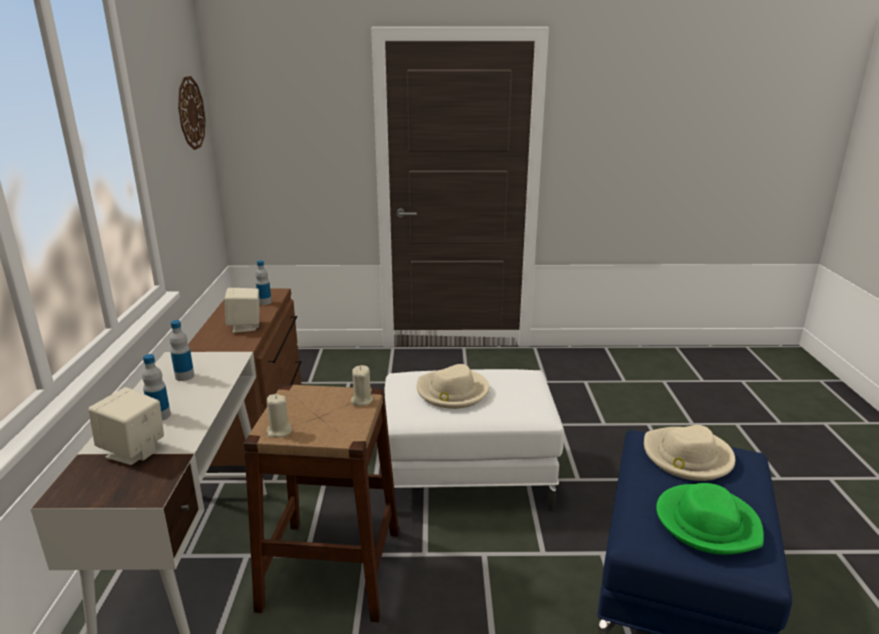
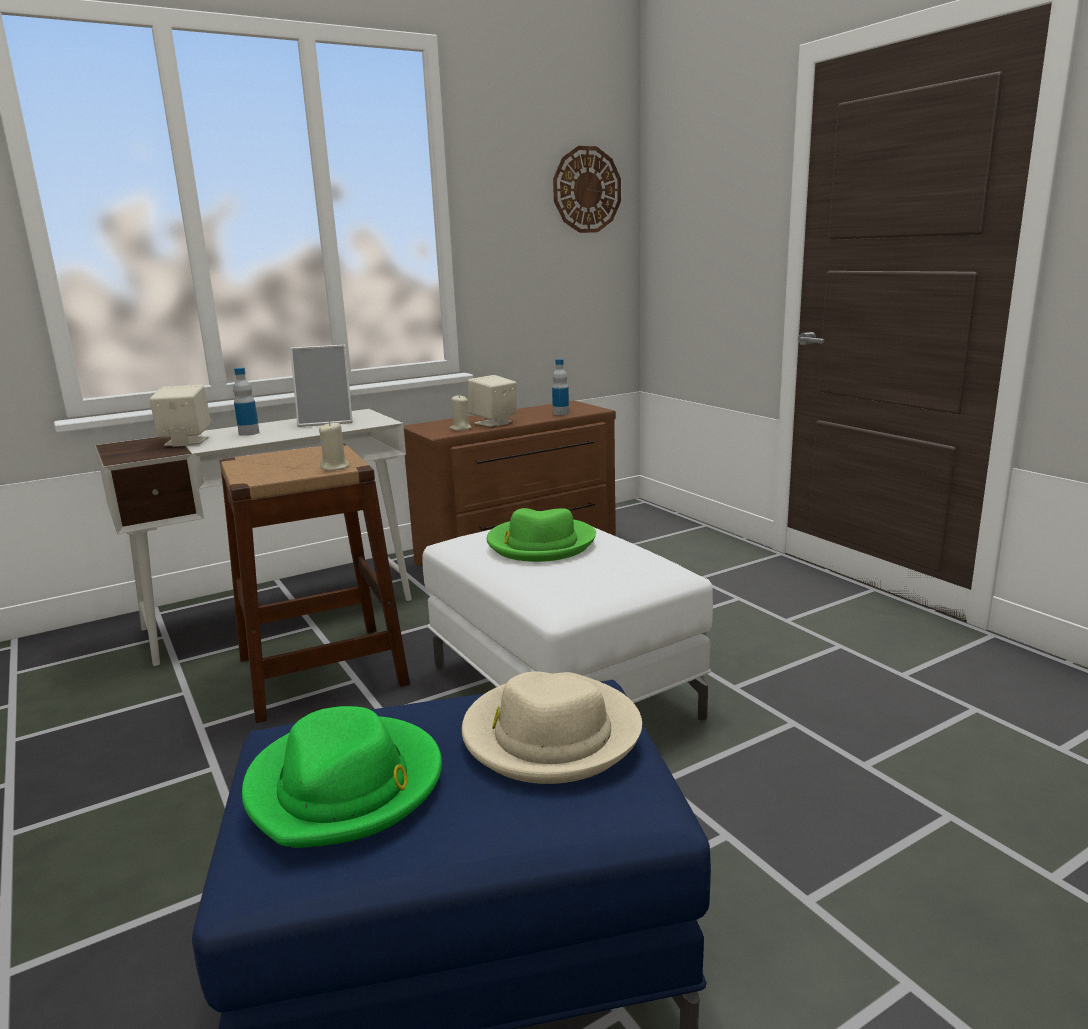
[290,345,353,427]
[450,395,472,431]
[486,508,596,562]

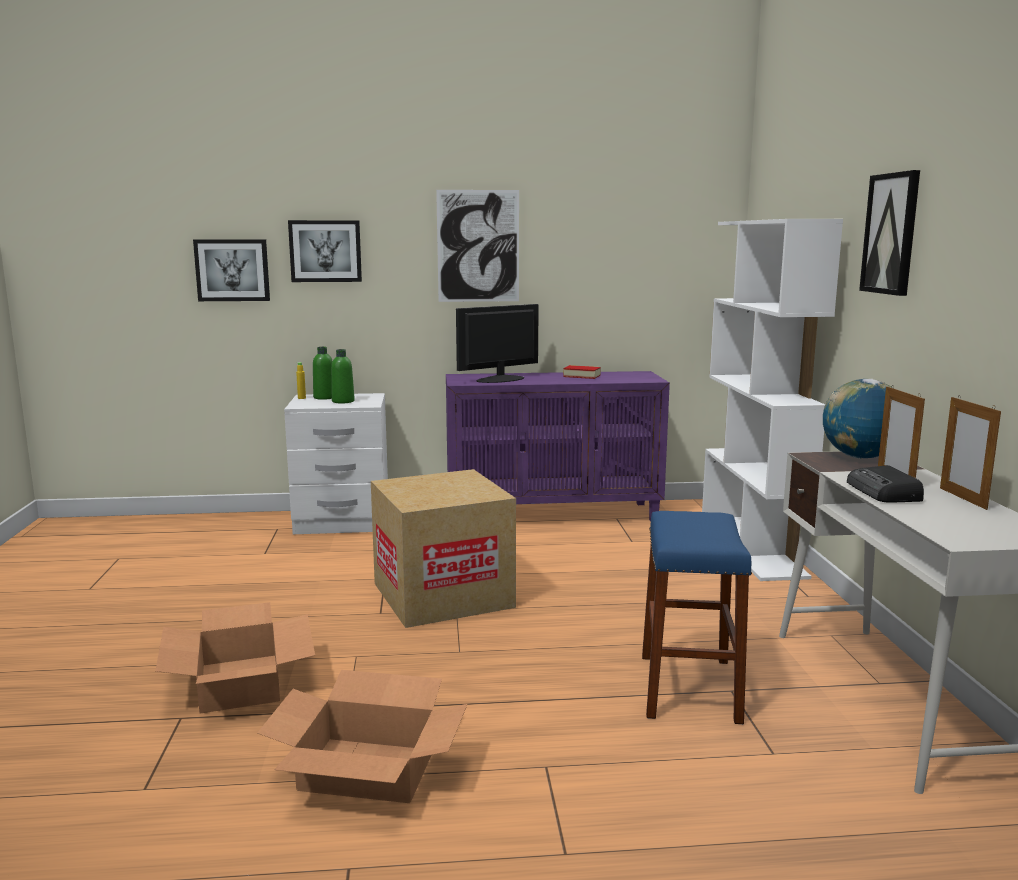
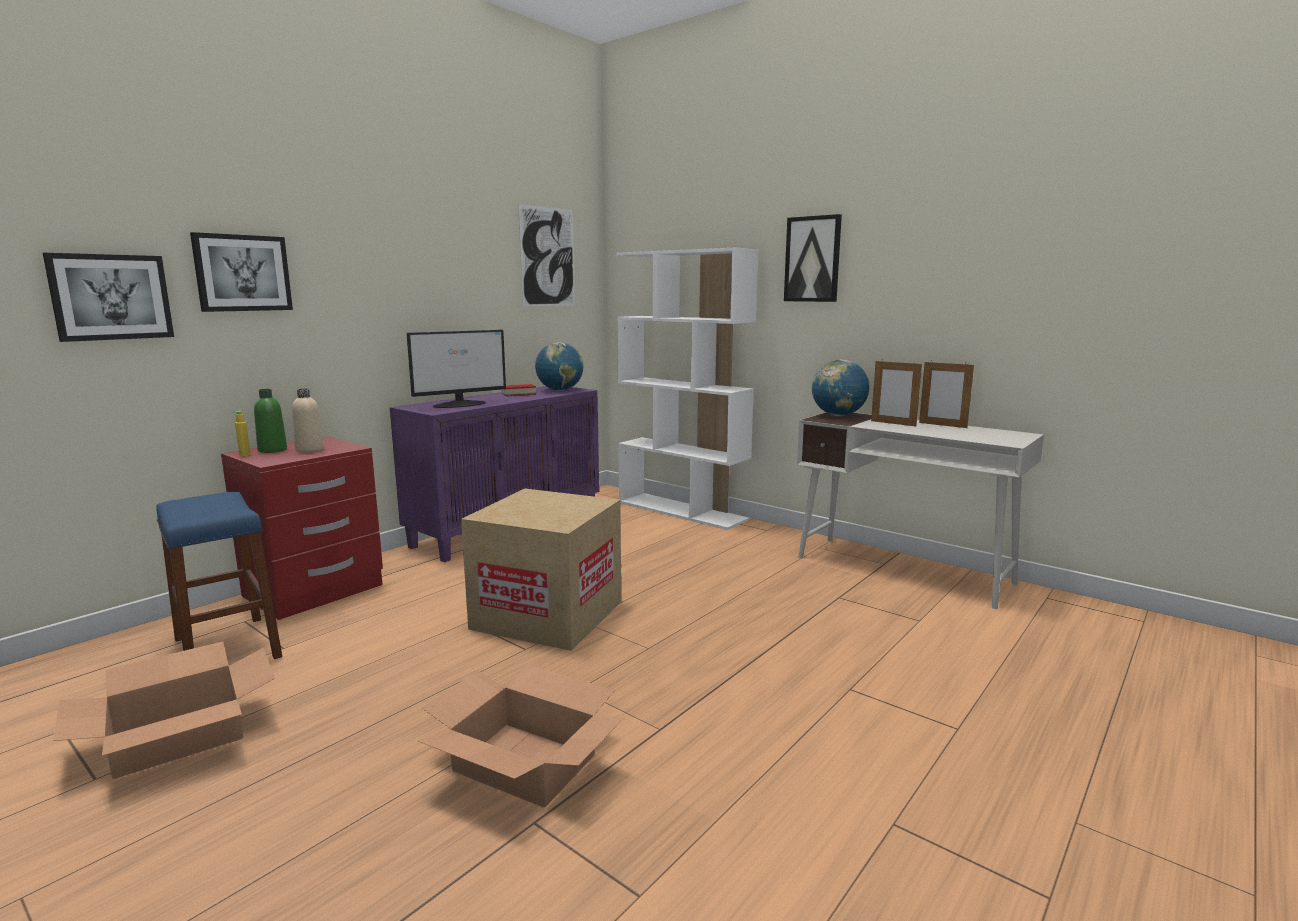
[53,641,275,779]
[221,437,383,620]
[292,389,324,453]
[518,204,575,307]
[407,330,506,408]
[156,492,282,659]
[847,465,924,503] (first image)
[535,342,584,391]

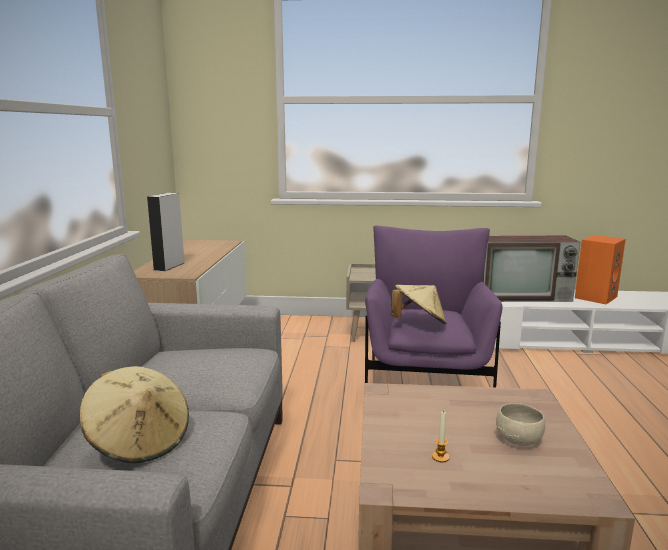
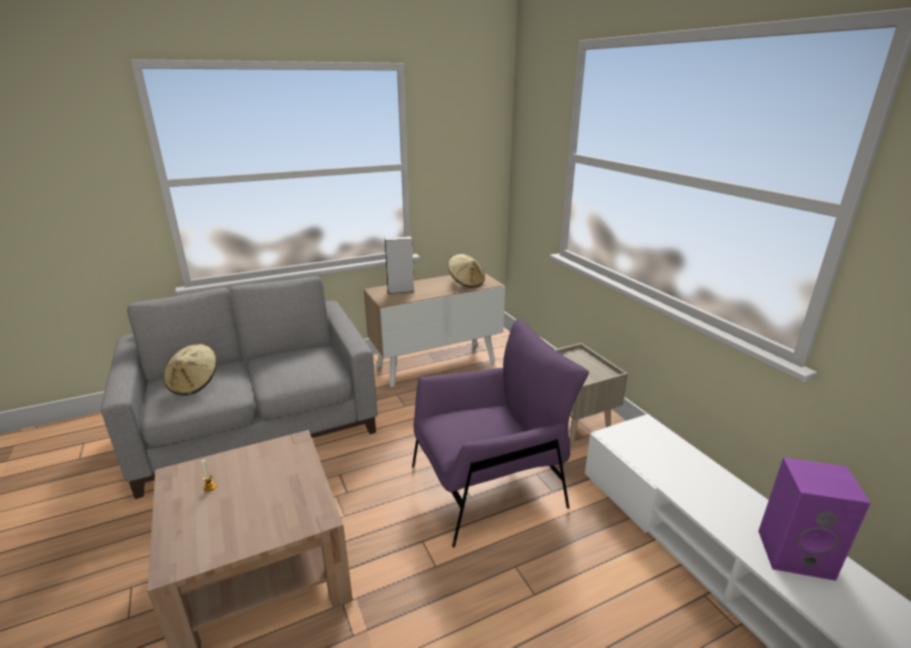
[448,254,485,288]
[483,236,580,302] (first image)
[496,403,545,446] (first image)
[759,458,871,581]

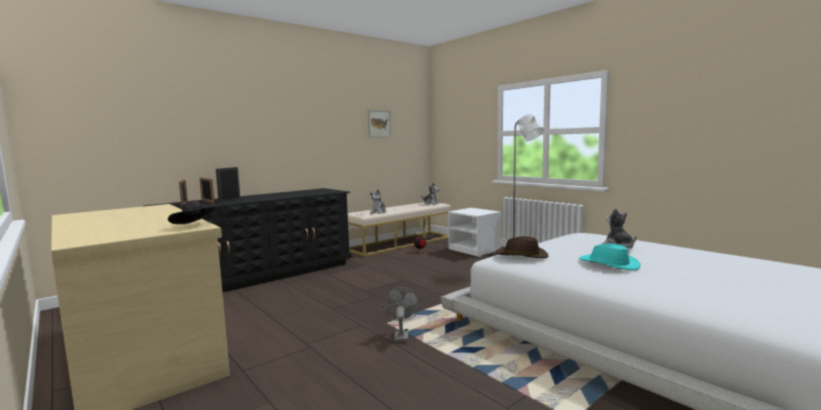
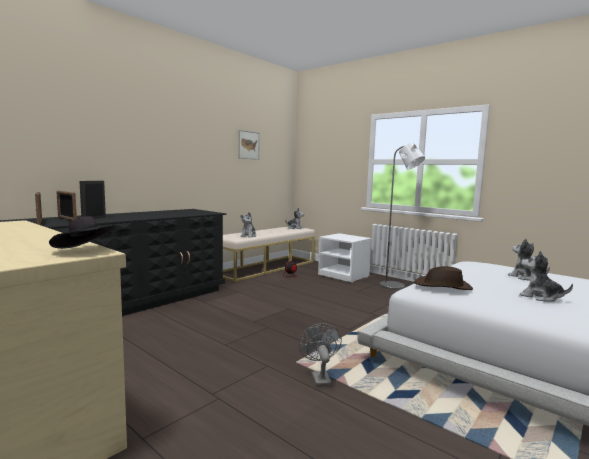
[520,251,573,302]

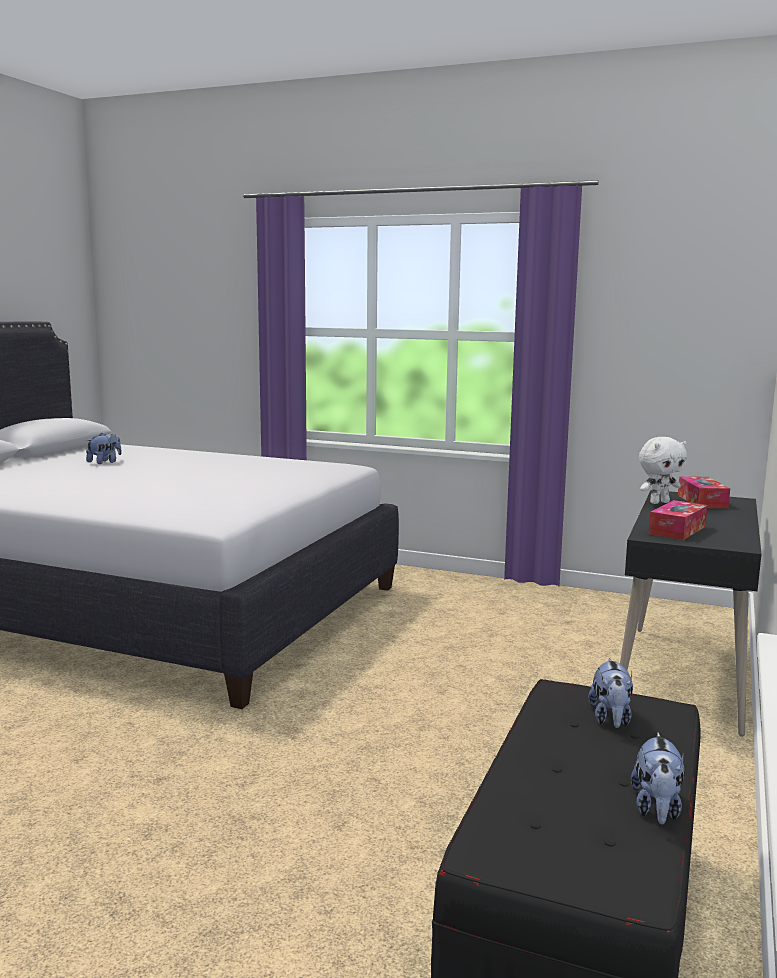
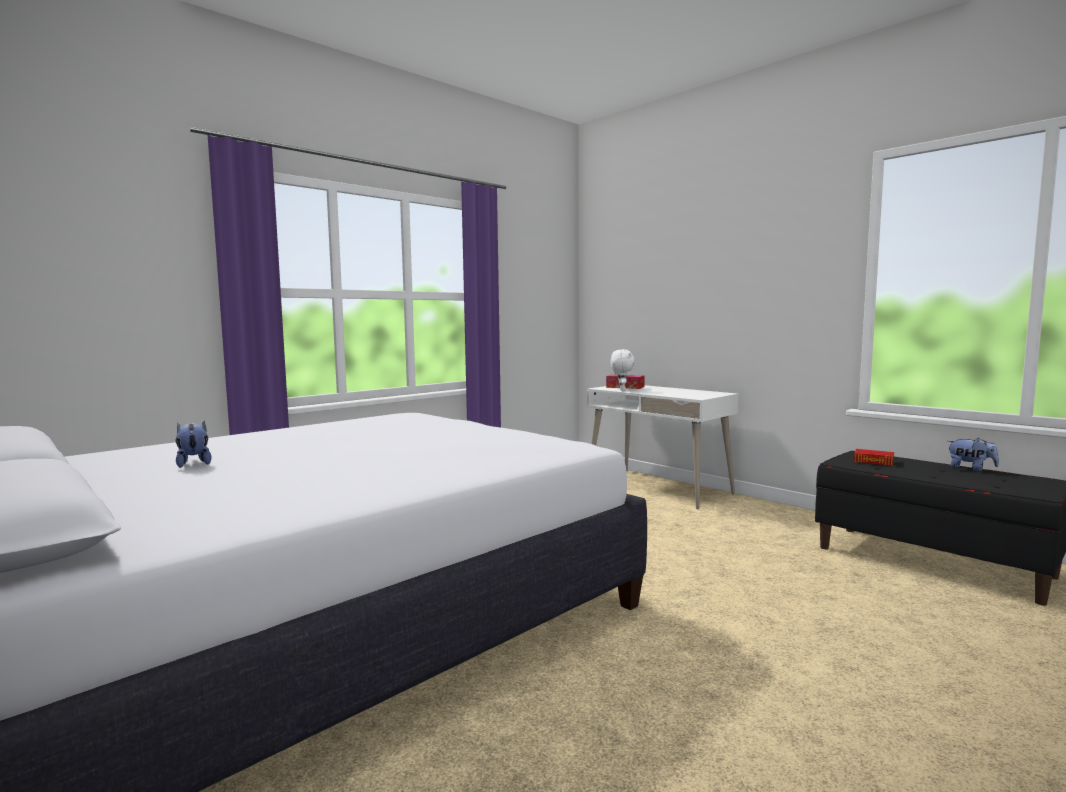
[854,449,894,466]
[587,385,738,509]
[649,500,708,540] (first image)

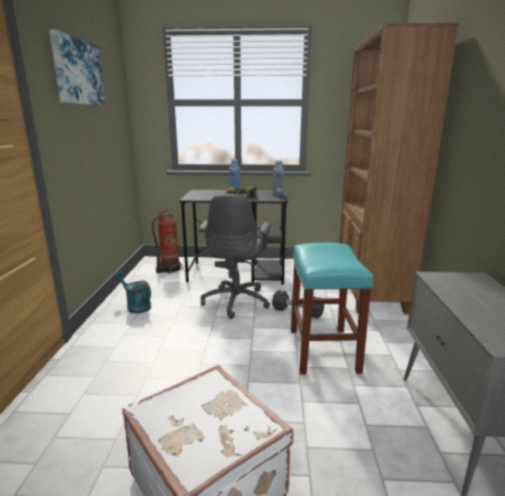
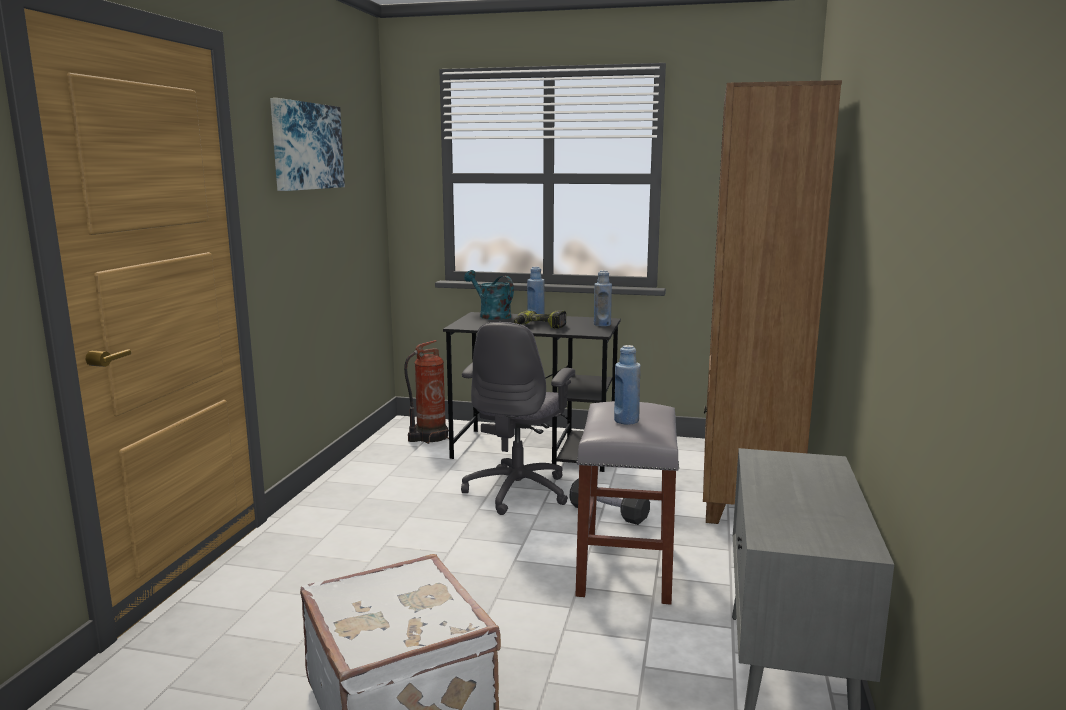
[464,270,514,320]
[576,401,679,605]
[614,345,641,425]

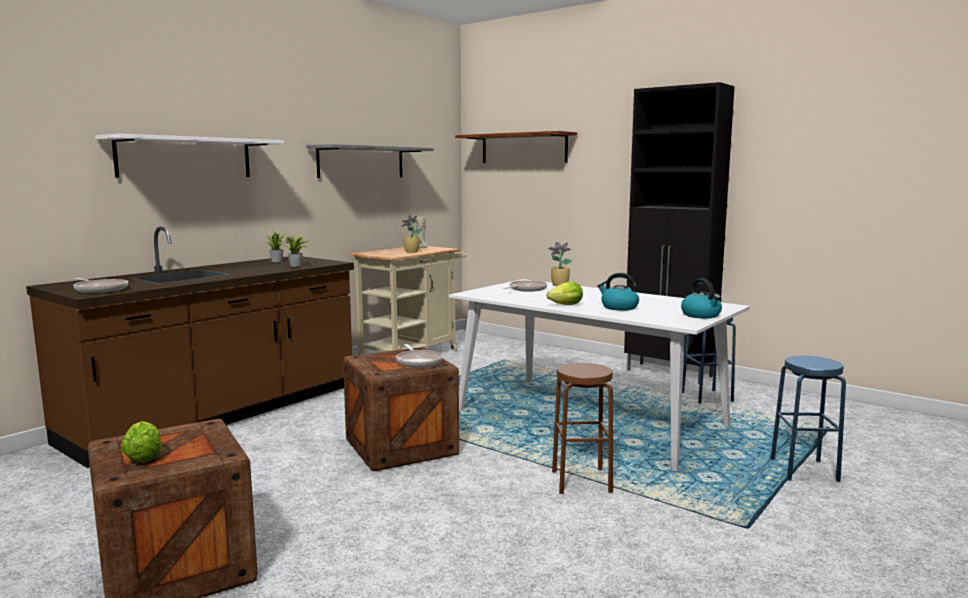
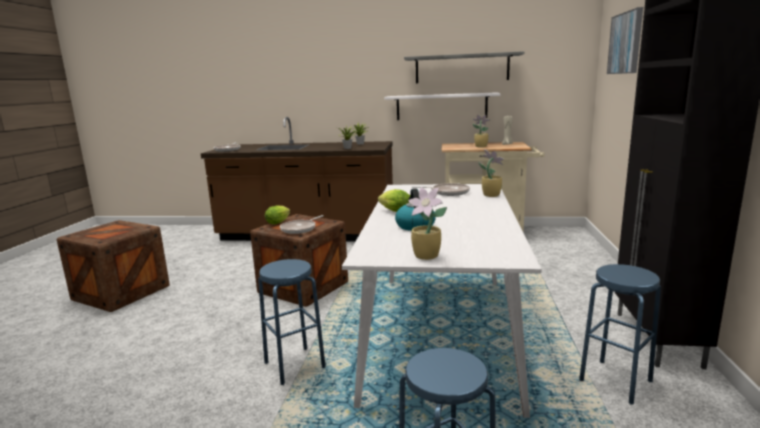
[384,92,500,120]
[265,205,290,224]
[607,7,643,74]
[258,259,326,385]
[408,187,447,260]

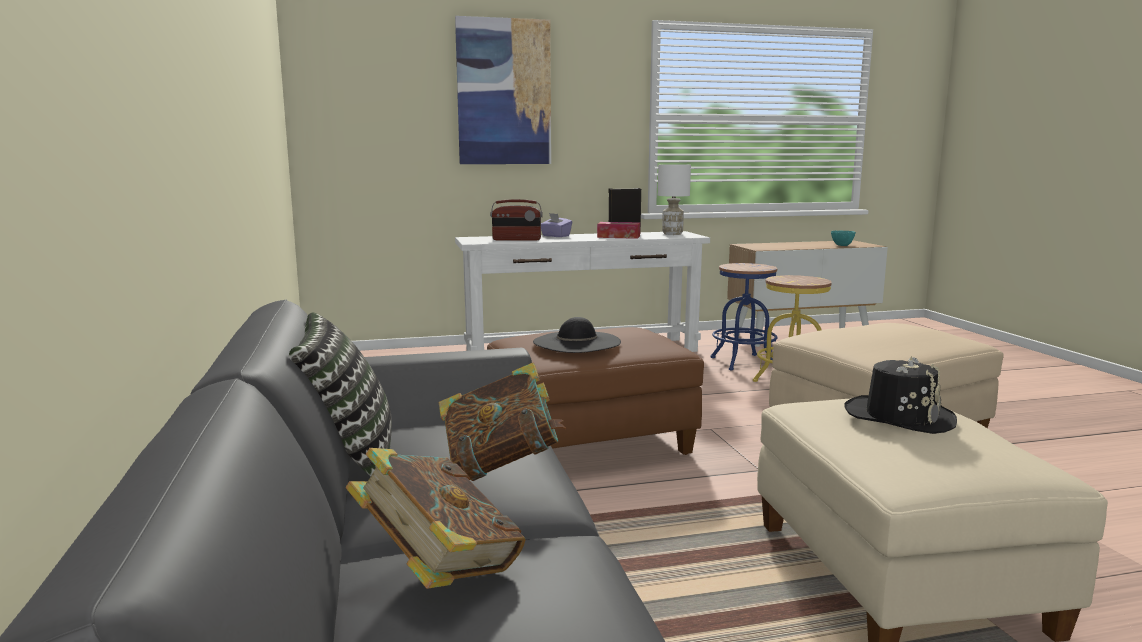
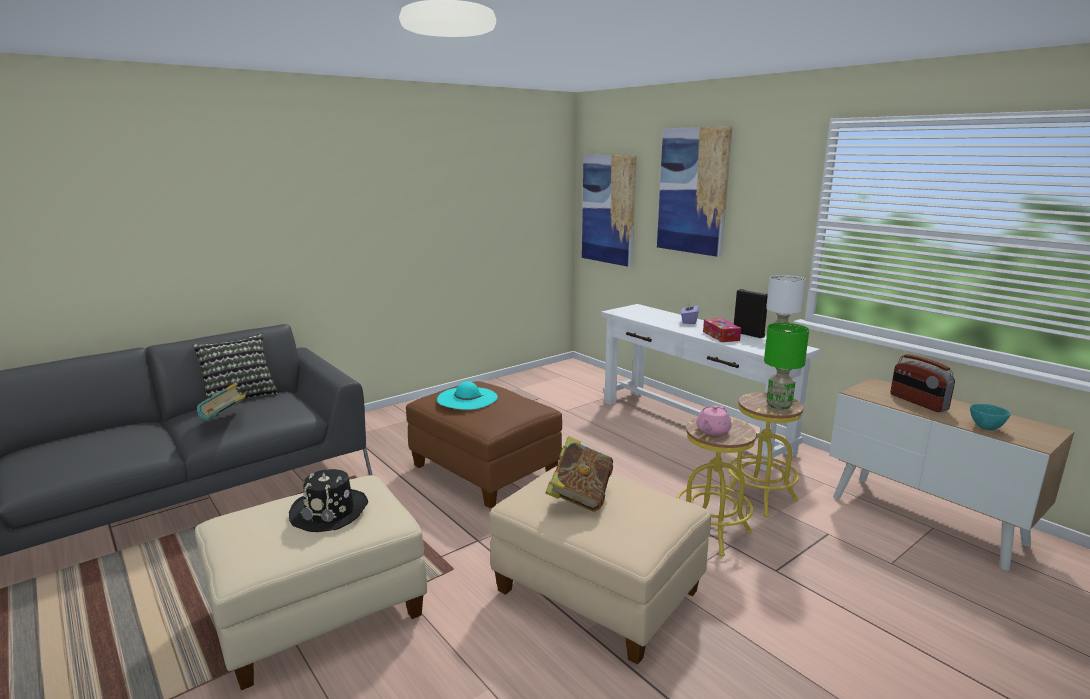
[545,436,613,511]
[890,354,955,412]
[437,381,498,410]
[726,392,804,518]
[582,155,637,267]
[696,405,732,435]
[764,323,809,410]

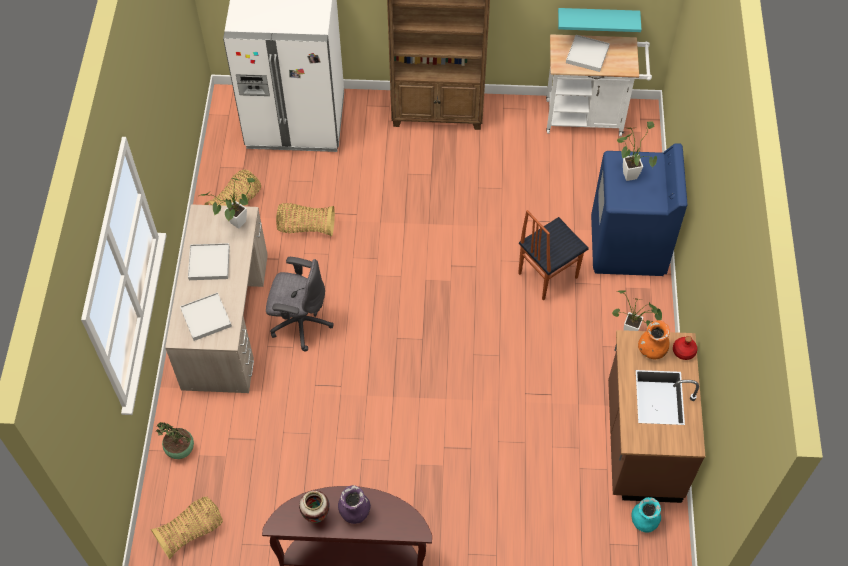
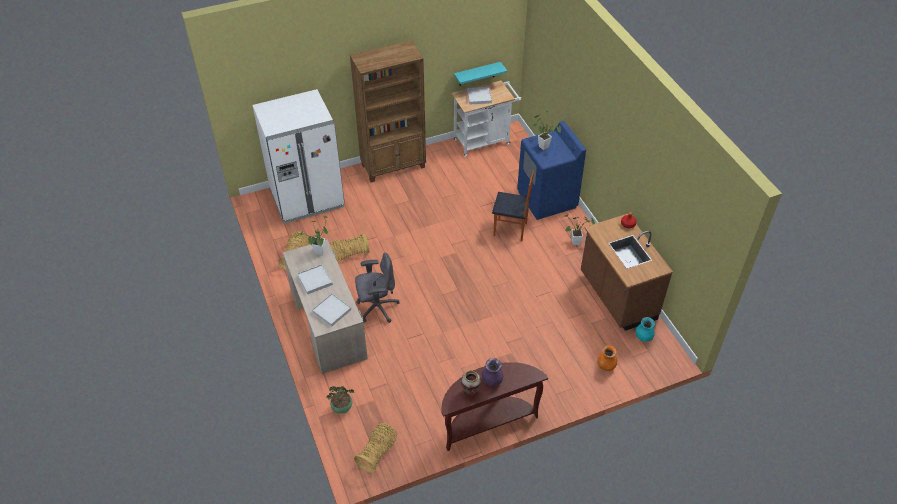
[492,170,534,241]
[597,345,617,371]

